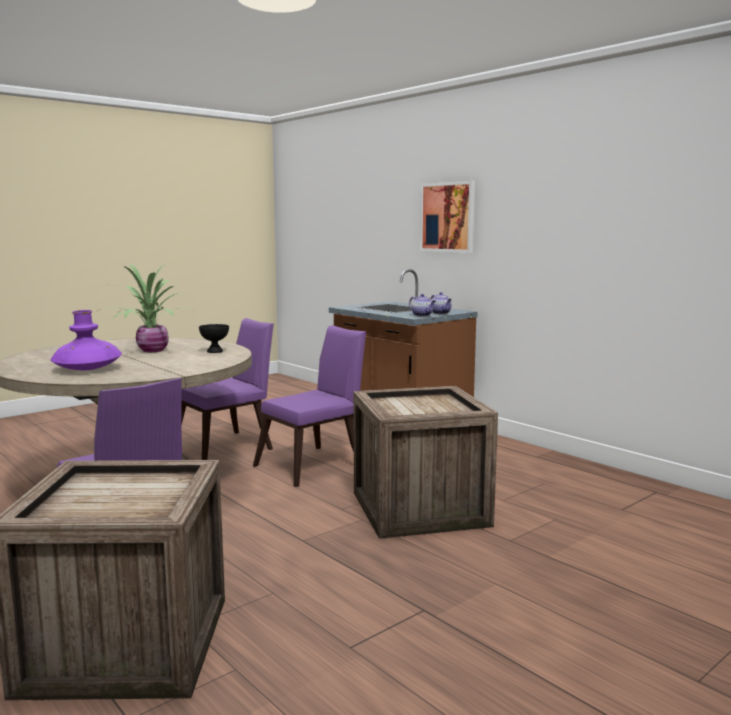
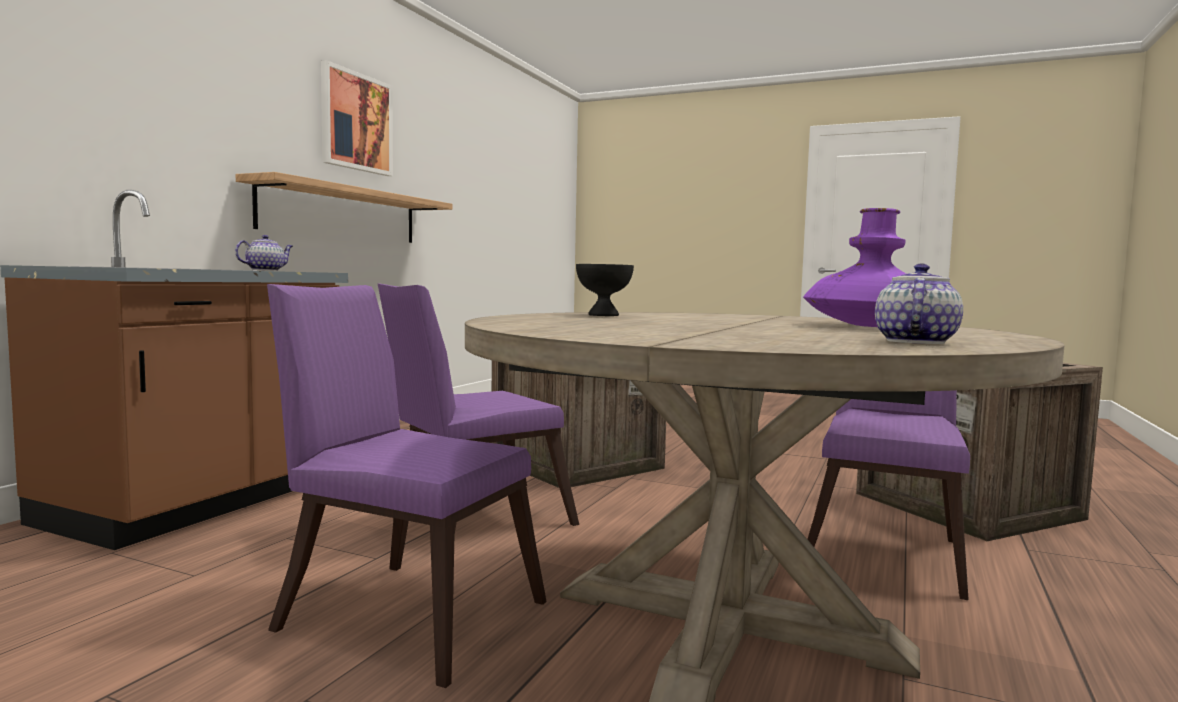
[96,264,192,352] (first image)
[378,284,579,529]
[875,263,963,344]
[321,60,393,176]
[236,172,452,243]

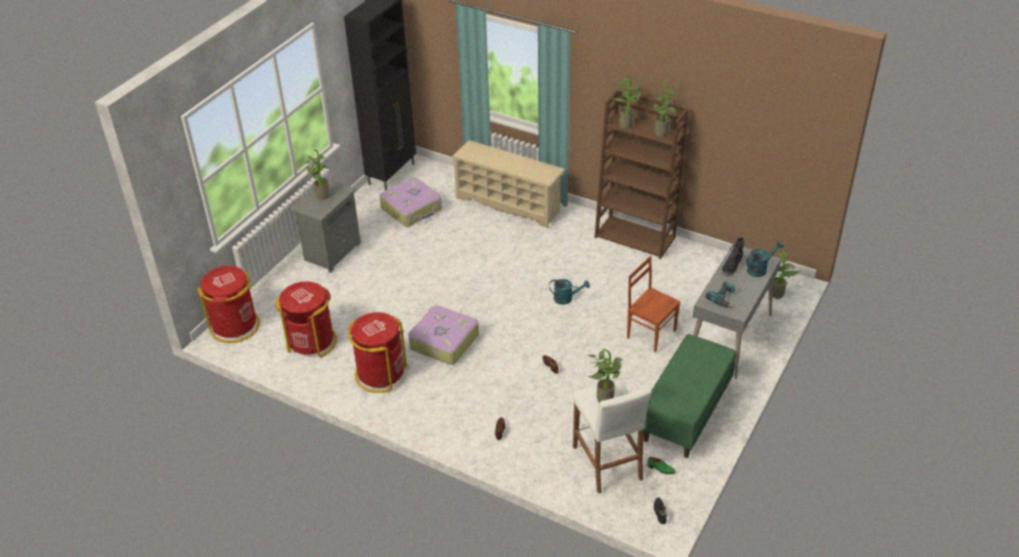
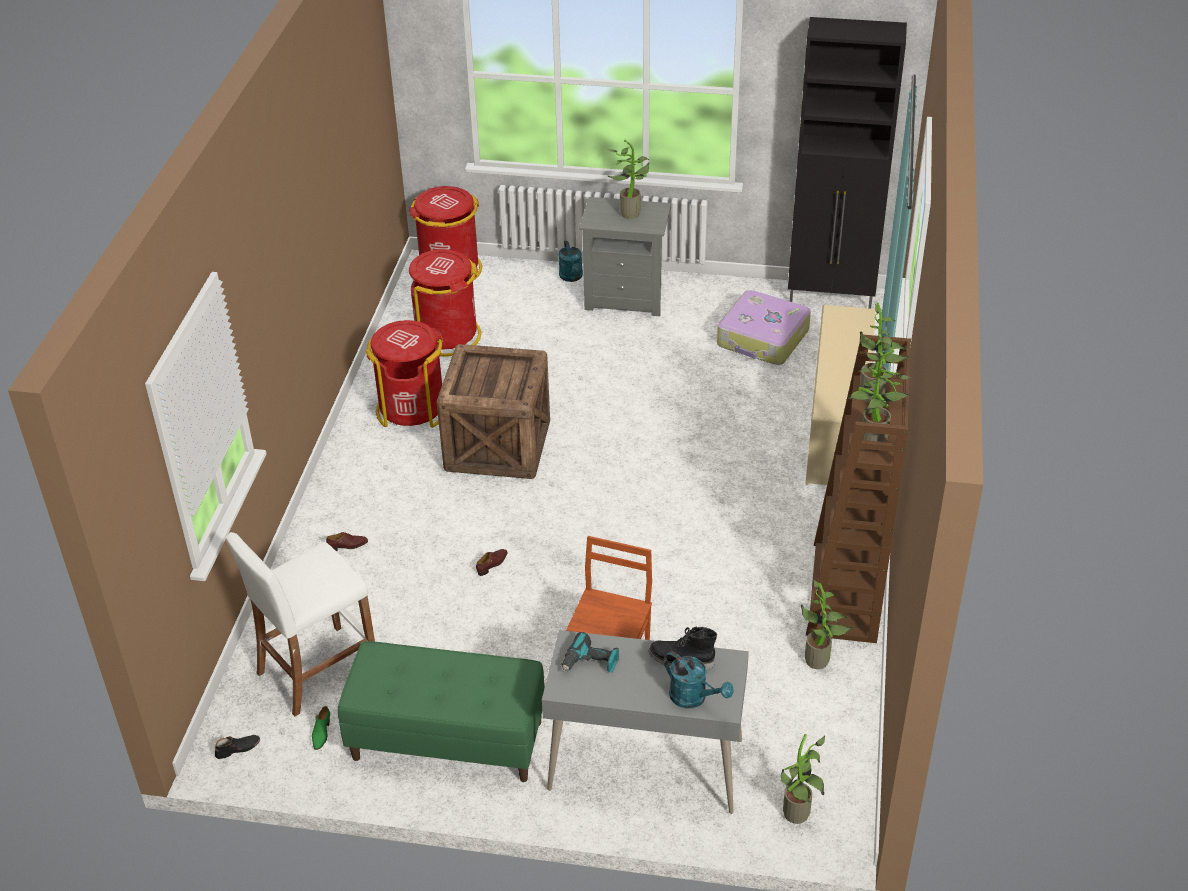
[436,344,550,479]
[558,240,583,282]
[801,579,854,669]

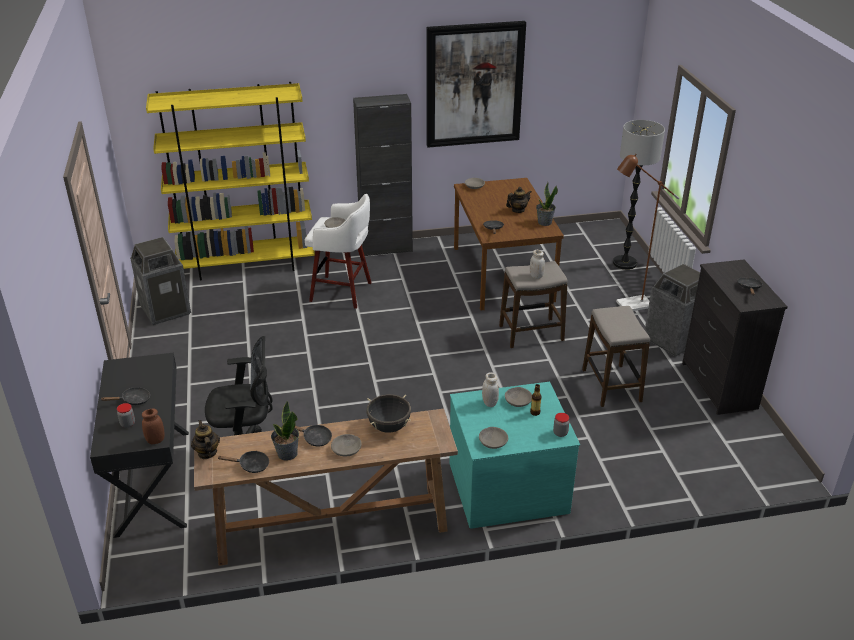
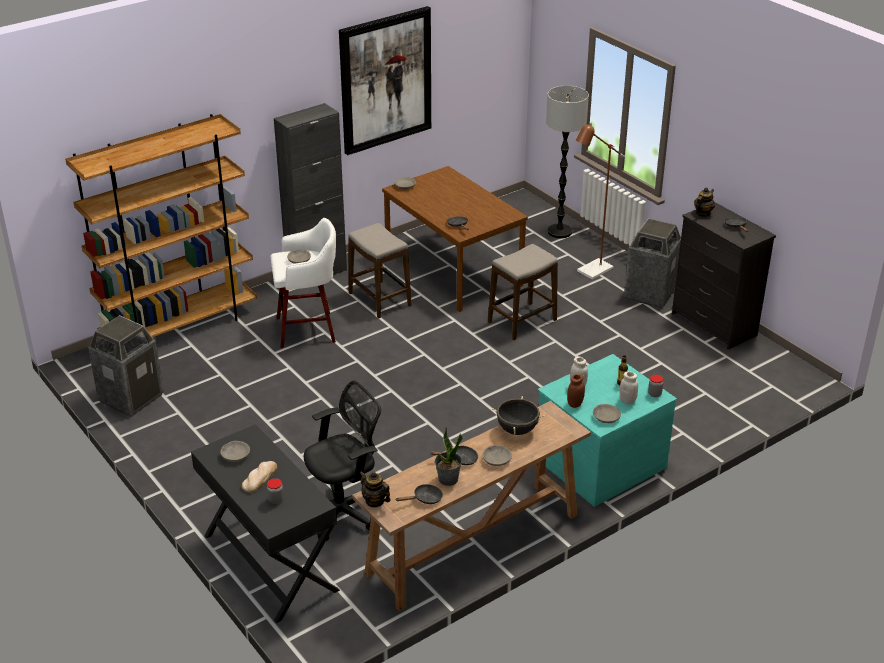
[242,461,277,493]
[567,374,585,408]
[65,114,257,337]
[220,441,250,462]
[694,188,715,217]
[620,371,638,404]
[536,182,558,226] (first image)
[348,223,412,318]

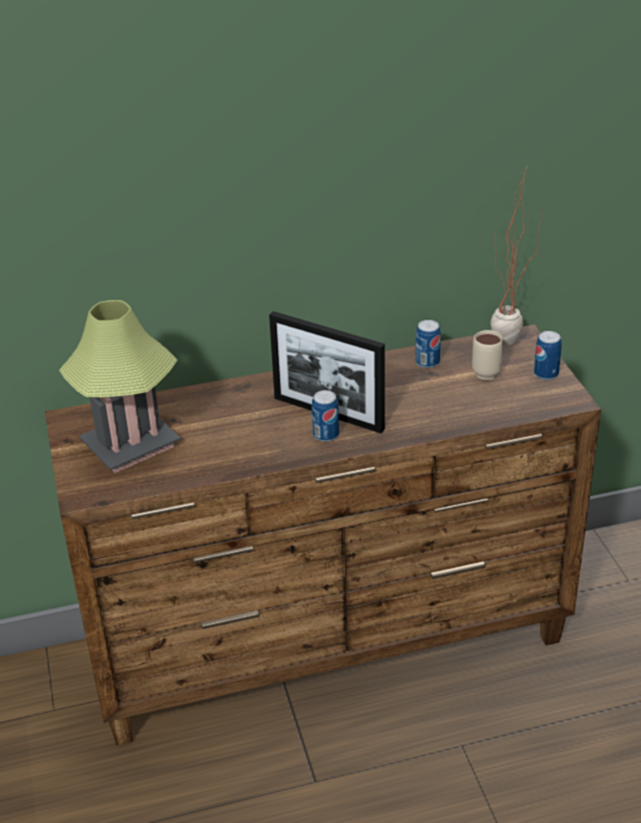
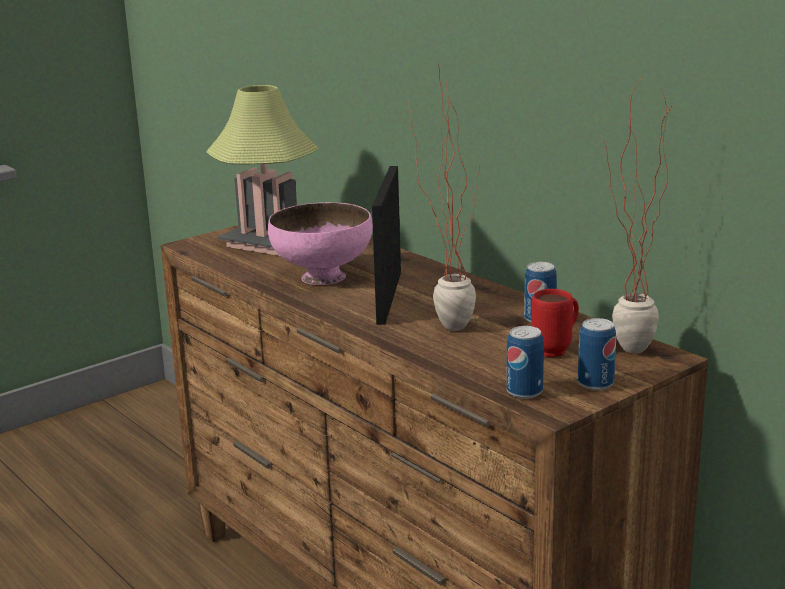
[506,326,544,399]
[531,289,579,357]
[268,202,373,285]
[409,65,480,331]

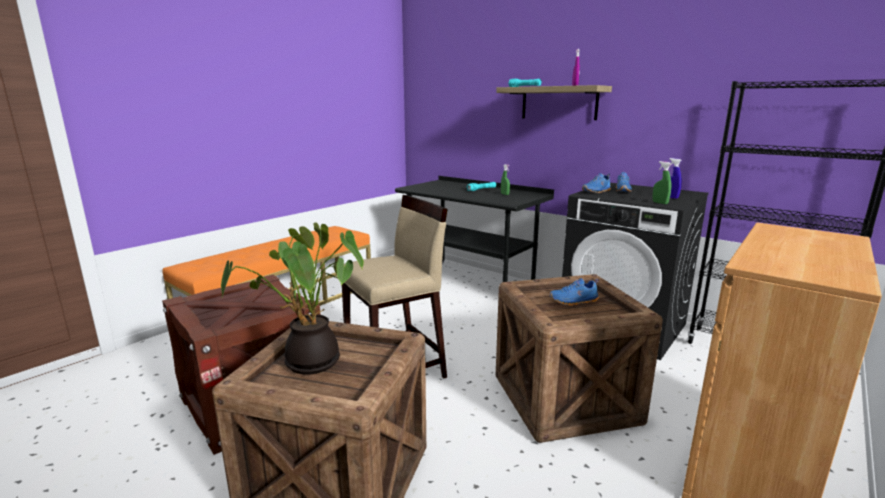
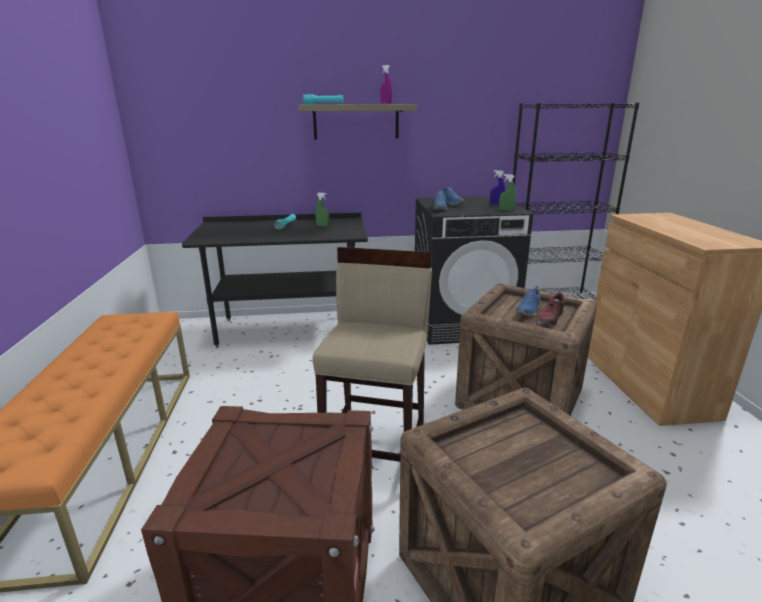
[221,222,364,375] (first image)
[537,292,565,327]

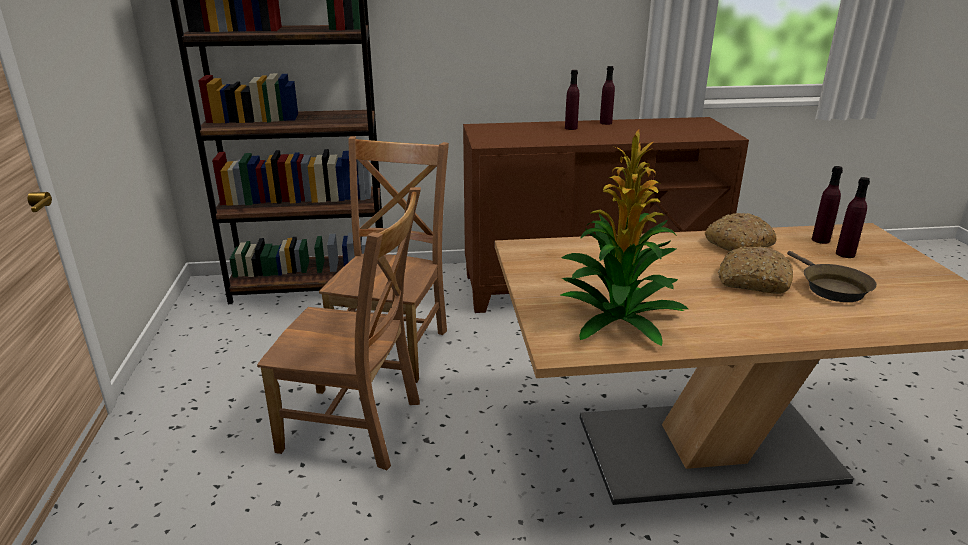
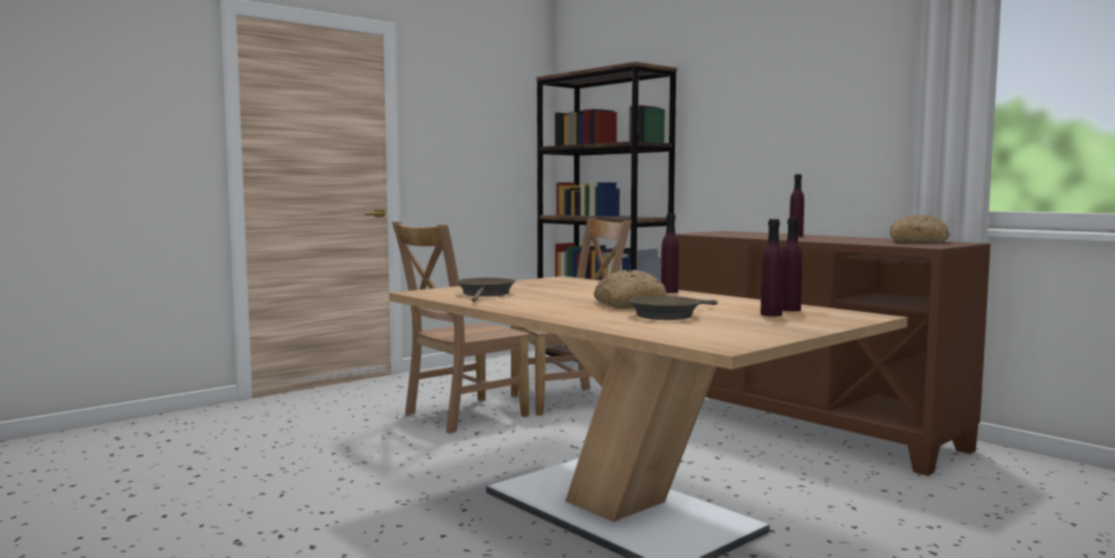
[392,222,530,433]
[456,278,516,302]
[661,213,679,293]
[890,214,950,243]

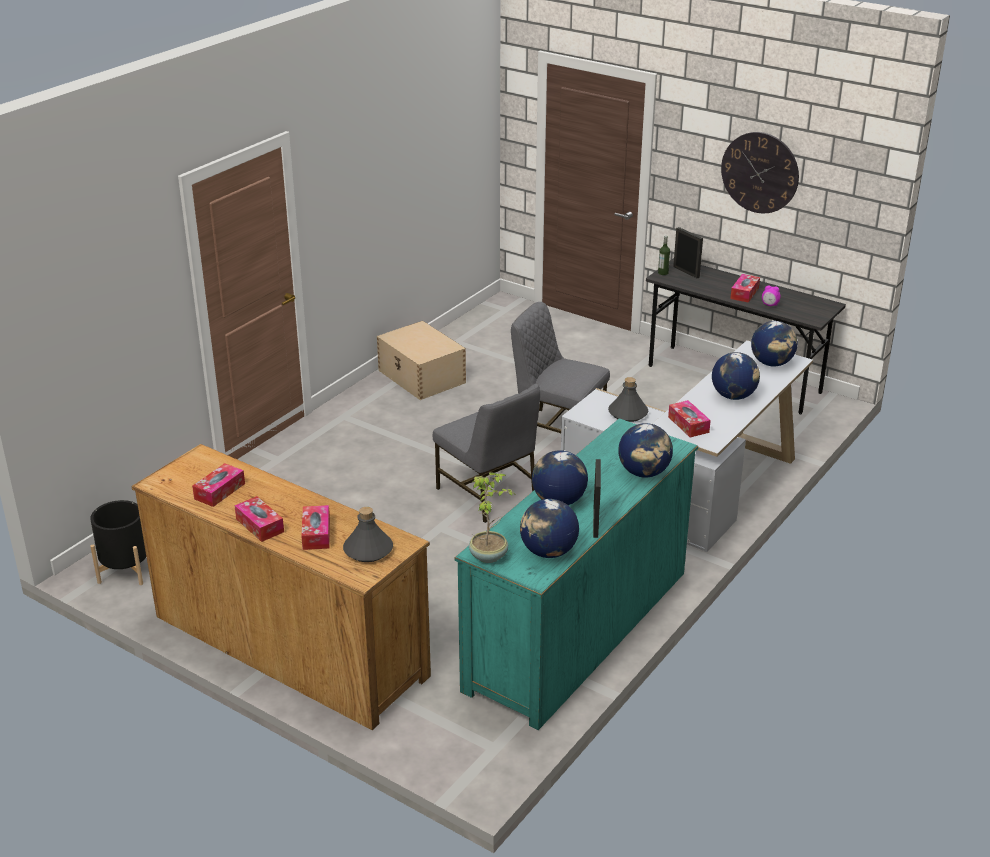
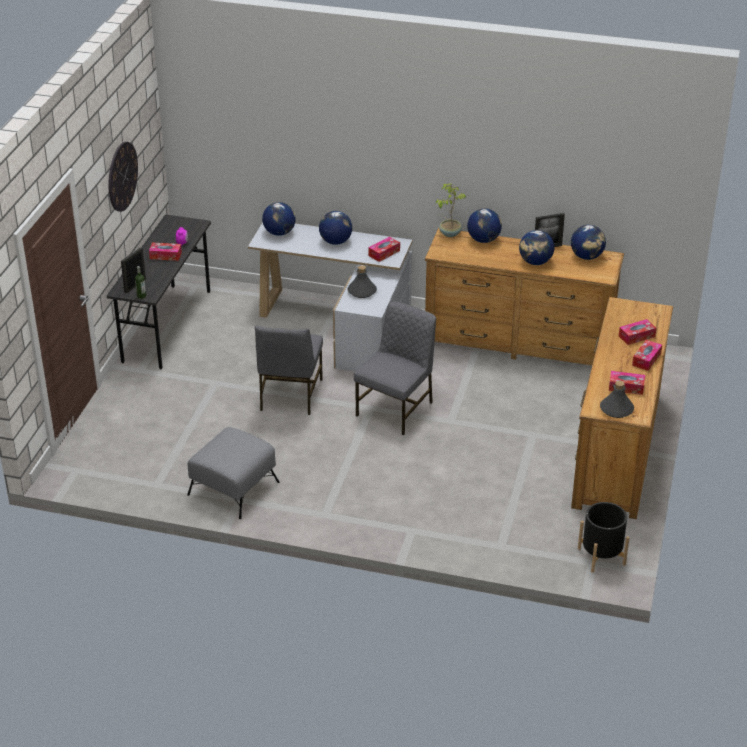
[600,380,634,418]
[187,427,280,519]
[425,228,624,365]
[436,183,466,237]

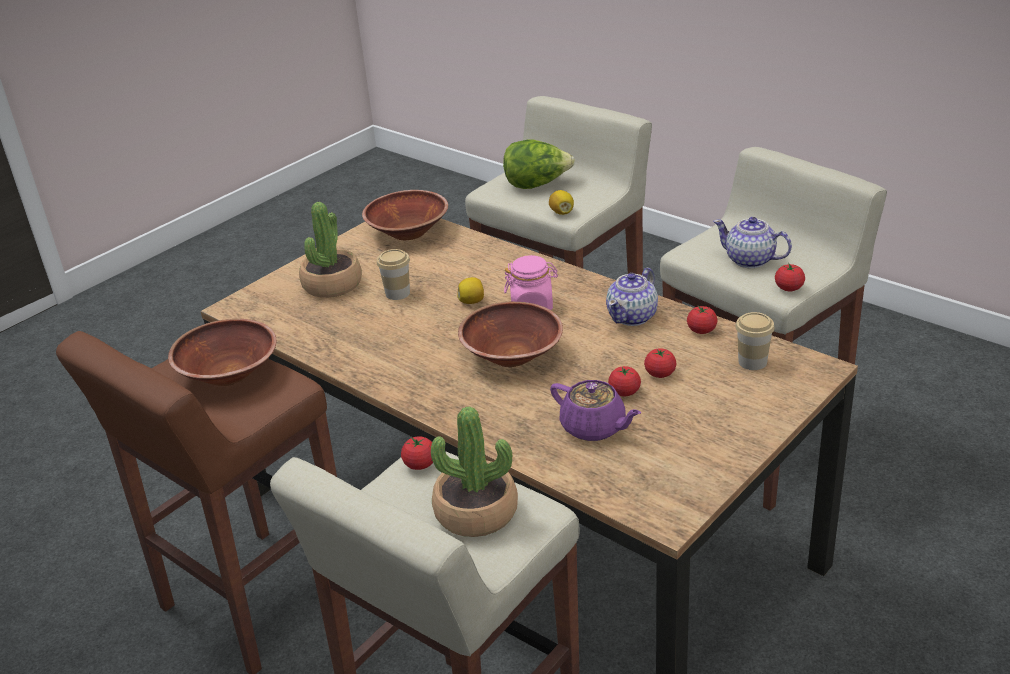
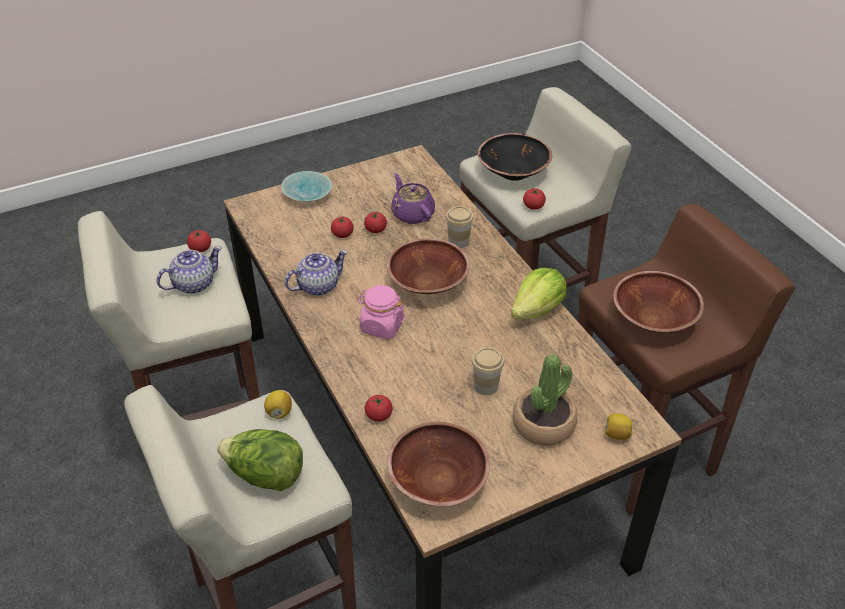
[478,133,552,181]
[605,413,632,440]
[365,395,393,422]
[157,246,222,294]
[446,206,474,248]
[281,171,332,202]
[511,268,567,319]

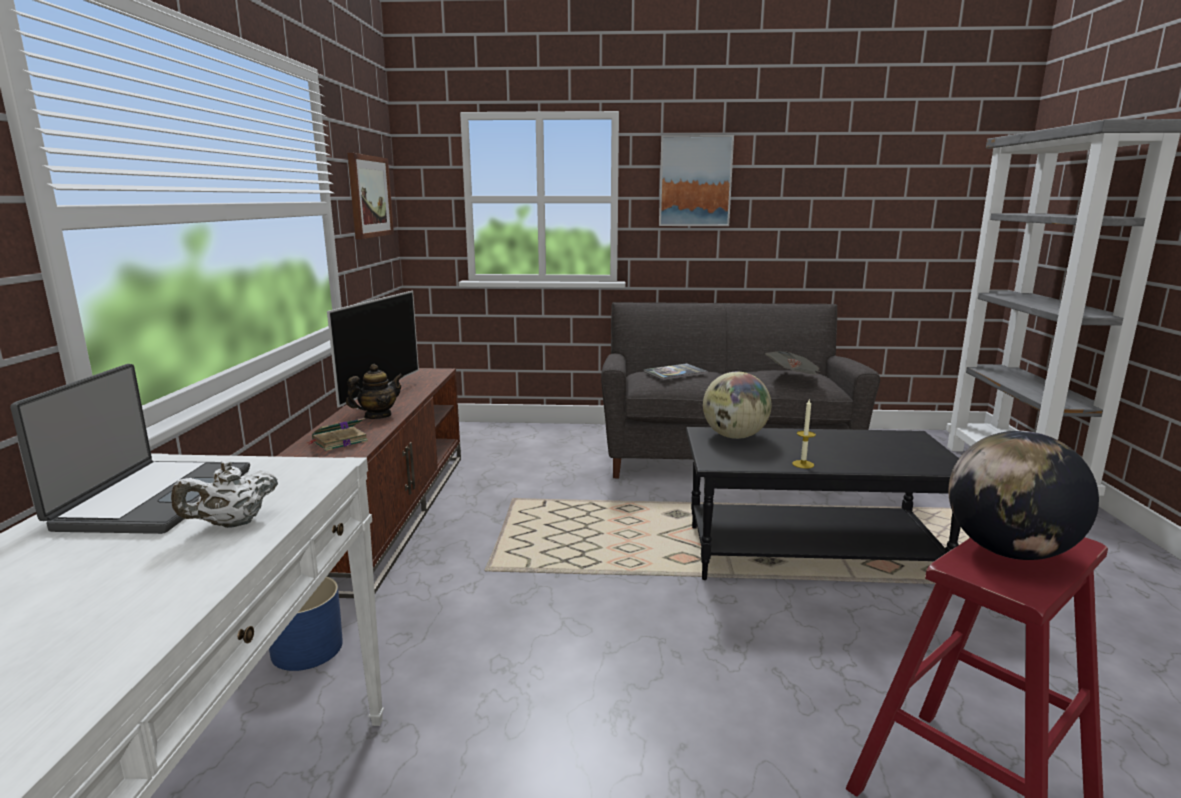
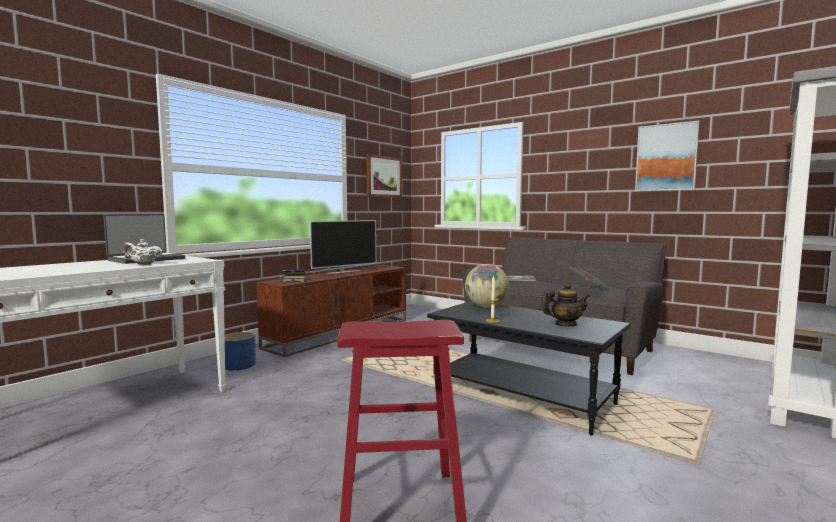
[543,283,590,327]
[635,120,700,191]
[948,431,1099,560] (first image)

